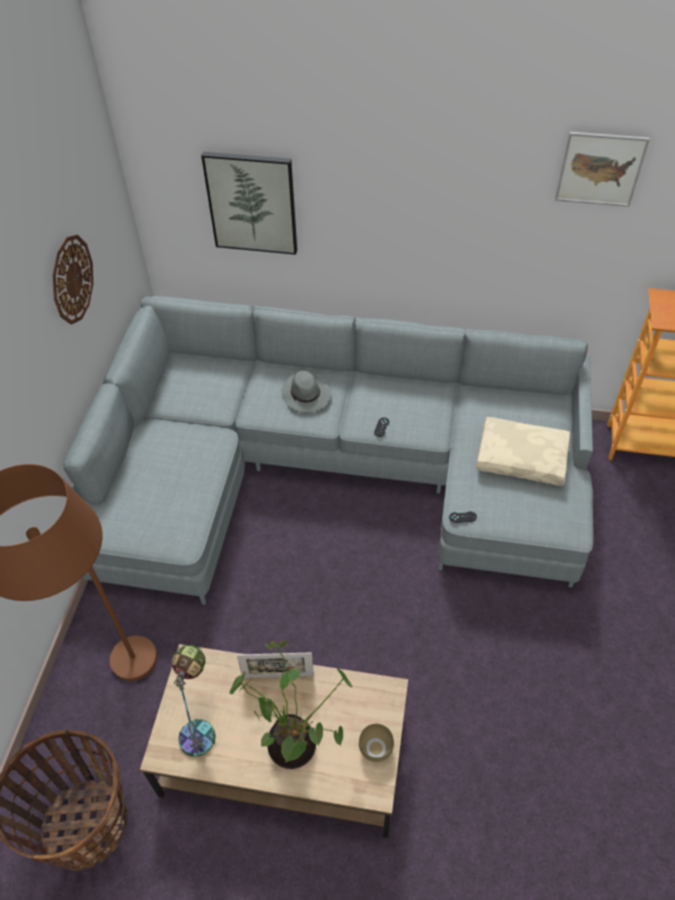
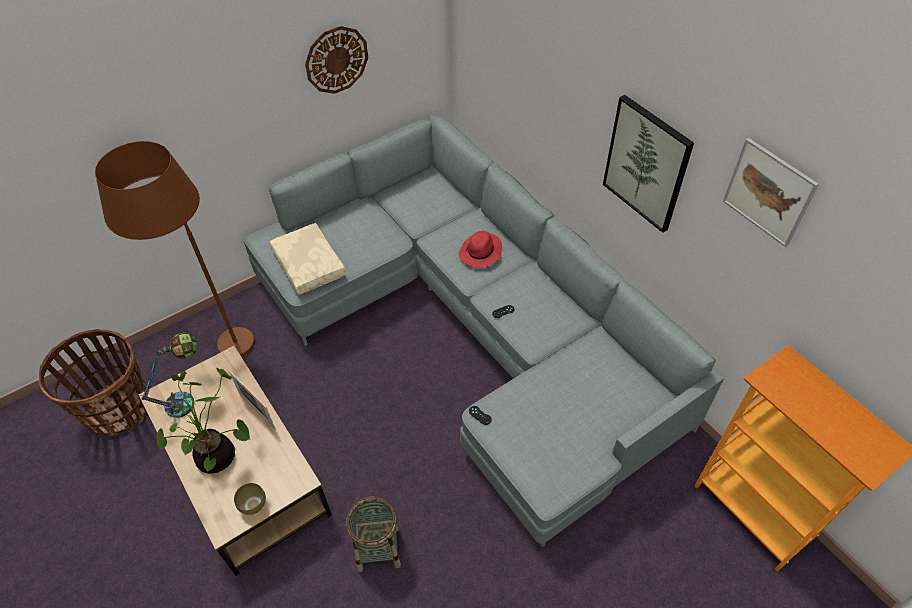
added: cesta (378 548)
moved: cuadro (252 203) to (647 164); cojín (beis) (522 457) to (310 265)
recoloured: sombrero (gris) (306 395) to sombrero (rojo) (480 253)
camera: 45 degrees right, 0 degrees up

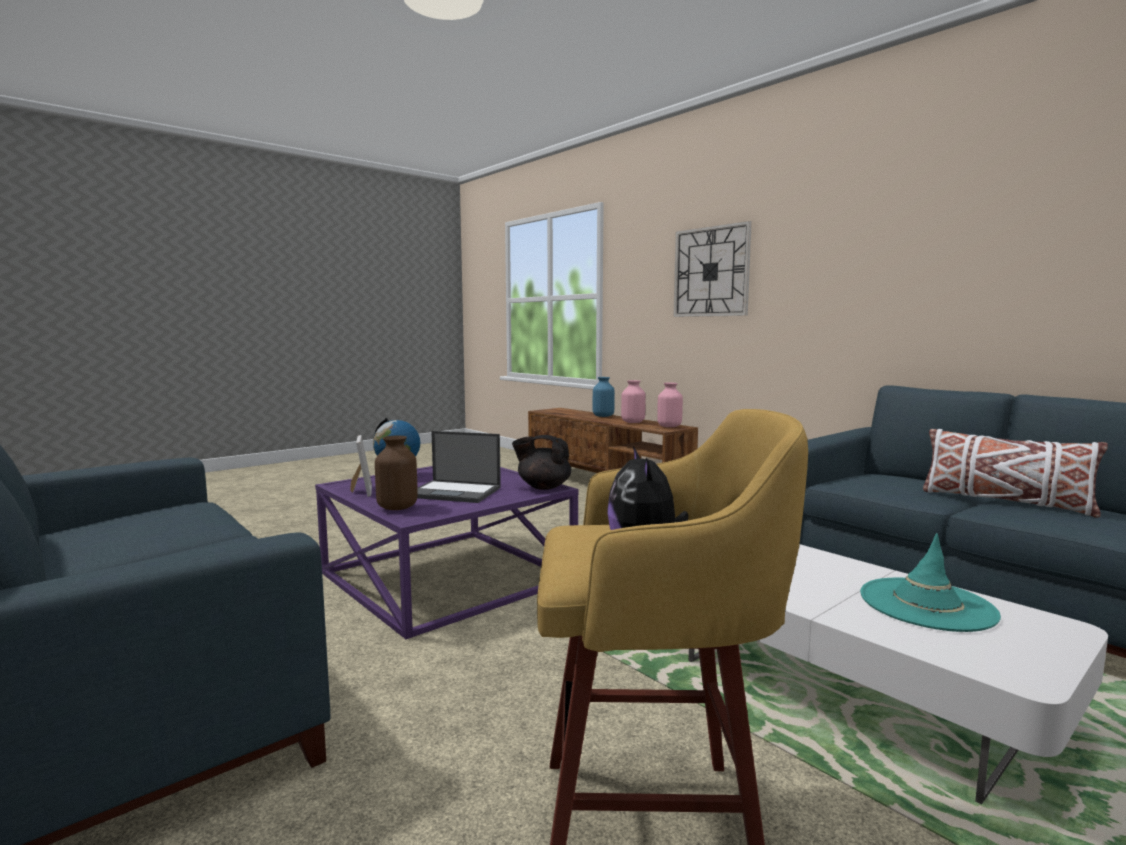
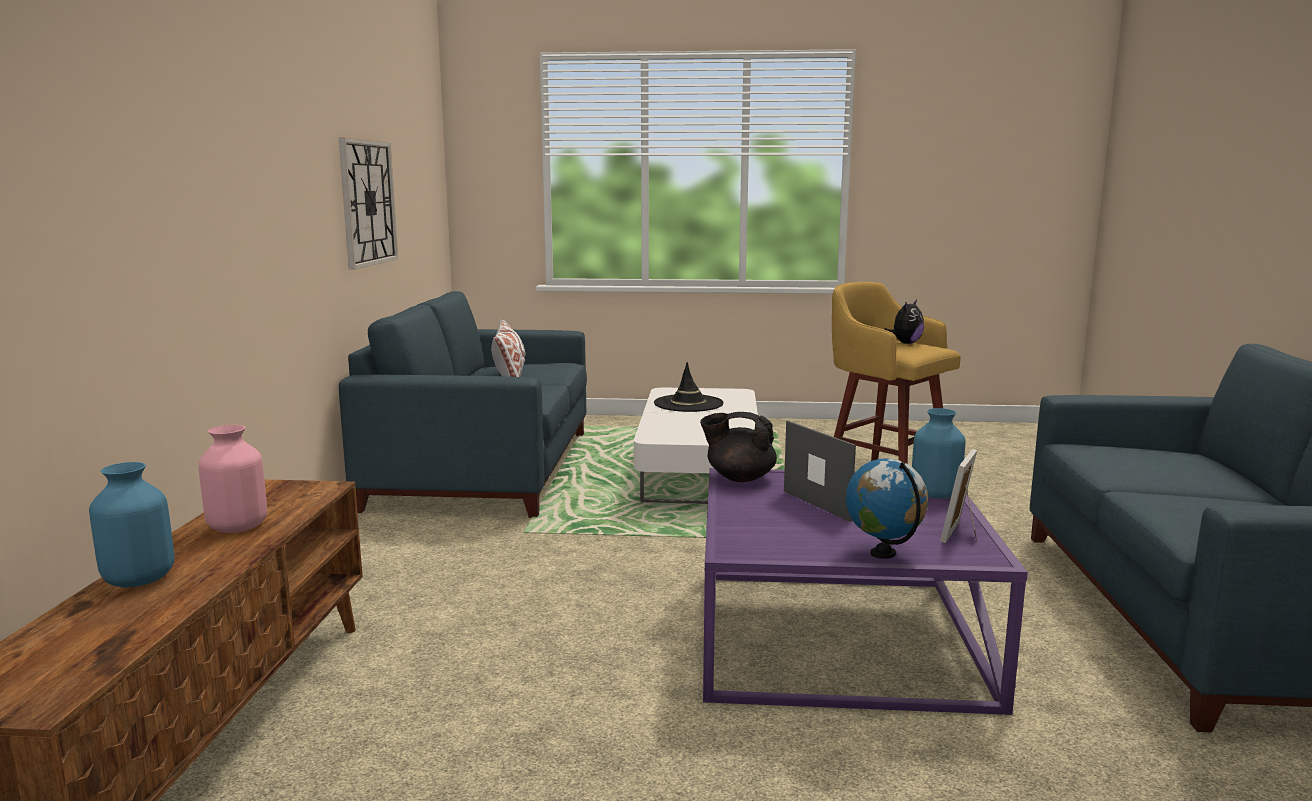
removed: florero (rosa) (669 426)
moved: reloj de pared (711 272) to (368 203)
recoloured: florero (marrón) (397 507) to florero (azul) (935 494); sombrero (turquesa) (926 604) to sombrero (negro) (688 404)
turned: tetera (negro) (543 487) = (739 478) 135 degrees clockwise
camera: 135 degrees left, 5 degrees up

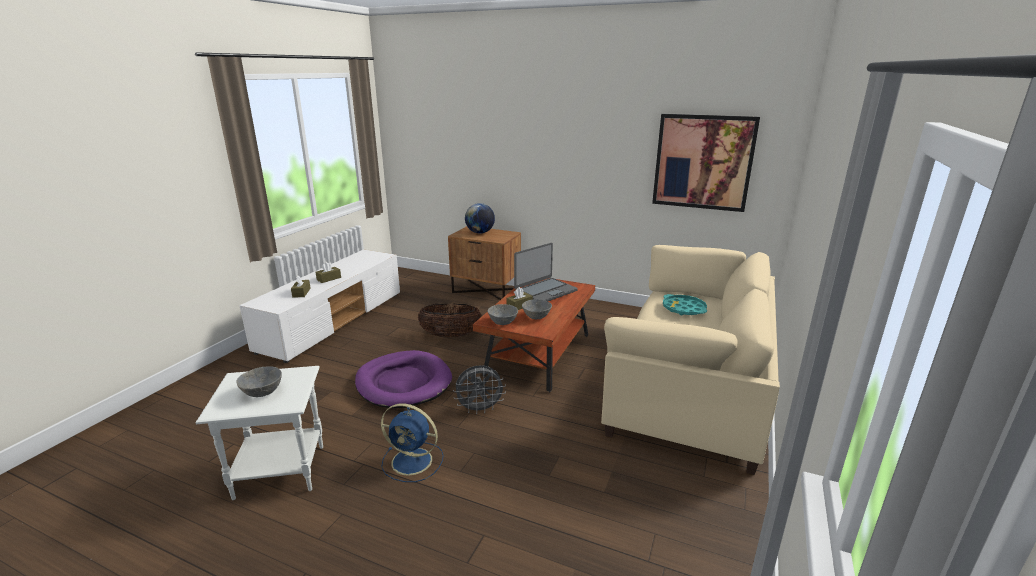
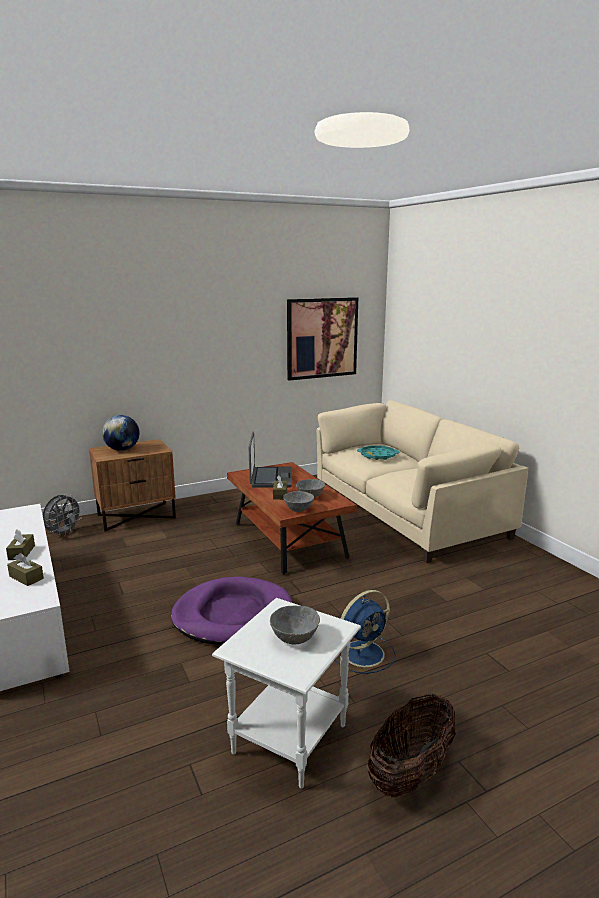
moved: cesta (450 335) to (411 773); ventilador (gris) (480 409) to (64 533)
camera: 50 degrees left, 5 degrees down

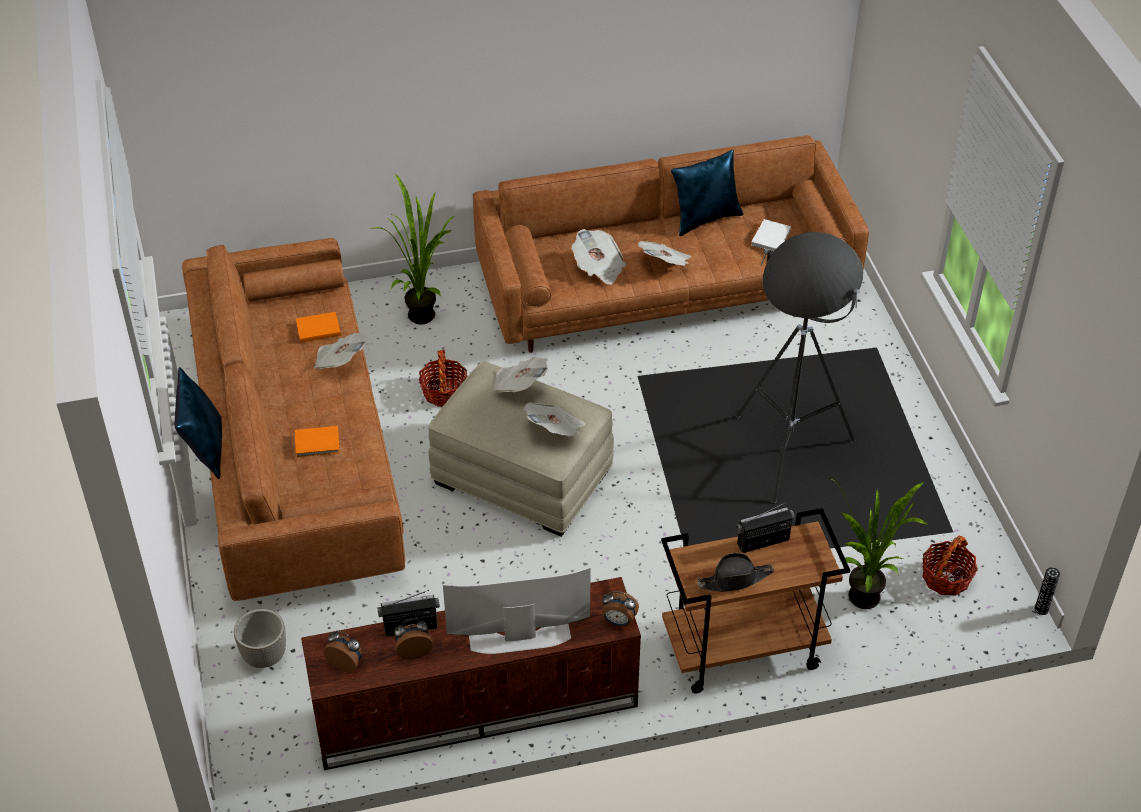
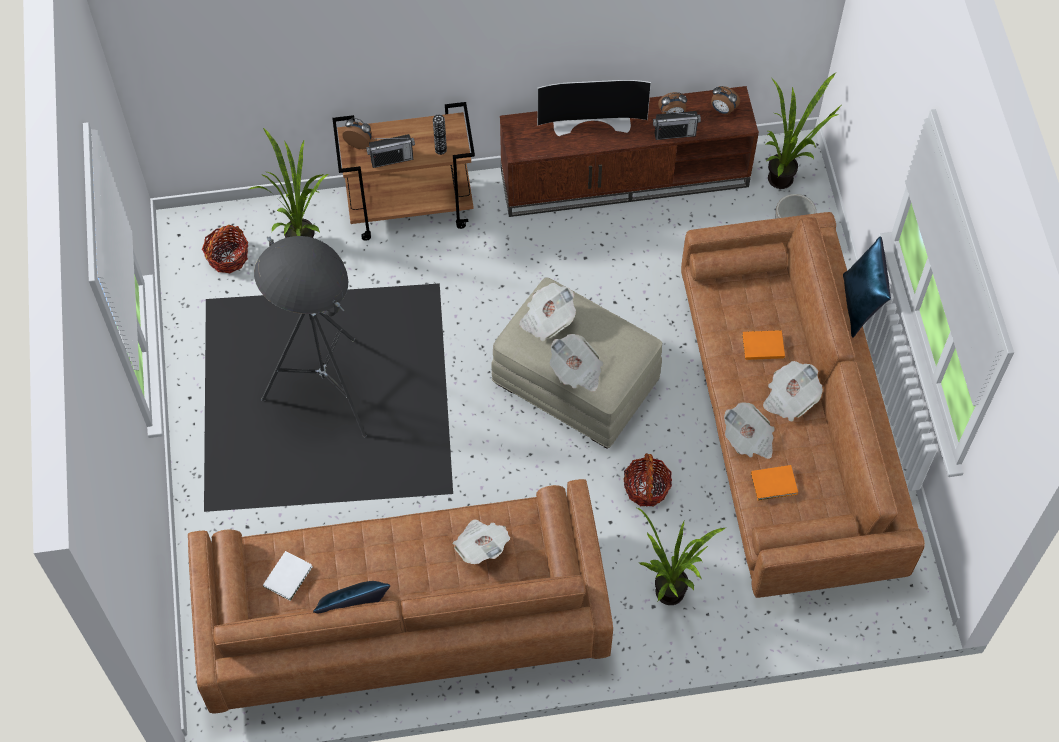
removed: sombrero (negro) (735 579)
added: planta en maceta (786 179)
moved: periódico (665 264) to (789 398); florero (1041 609) to (440 149); despertador (618 621) to (359 142)
camera: 175 degrees left, 15 degrees up

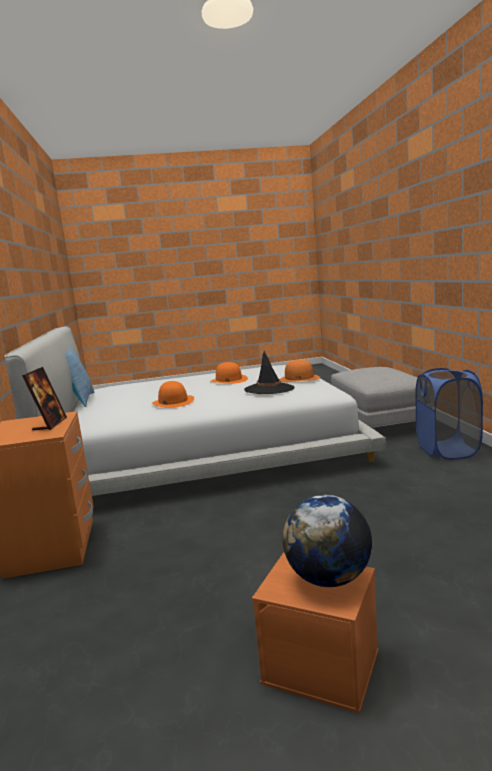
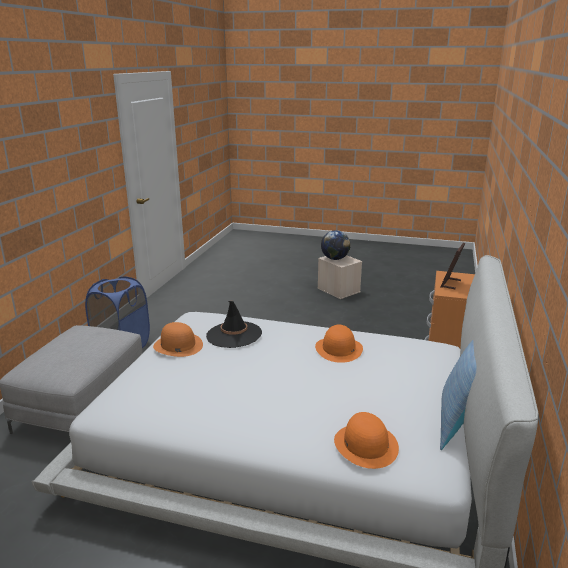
moved: sombrero (naranja) (228 380) to (366 445)
recoloured: caja de almacenaje (naranja) (322 666) to caja de almacenaje (beis) (338 290)
camera: 155 degrees left, 10 degrees up

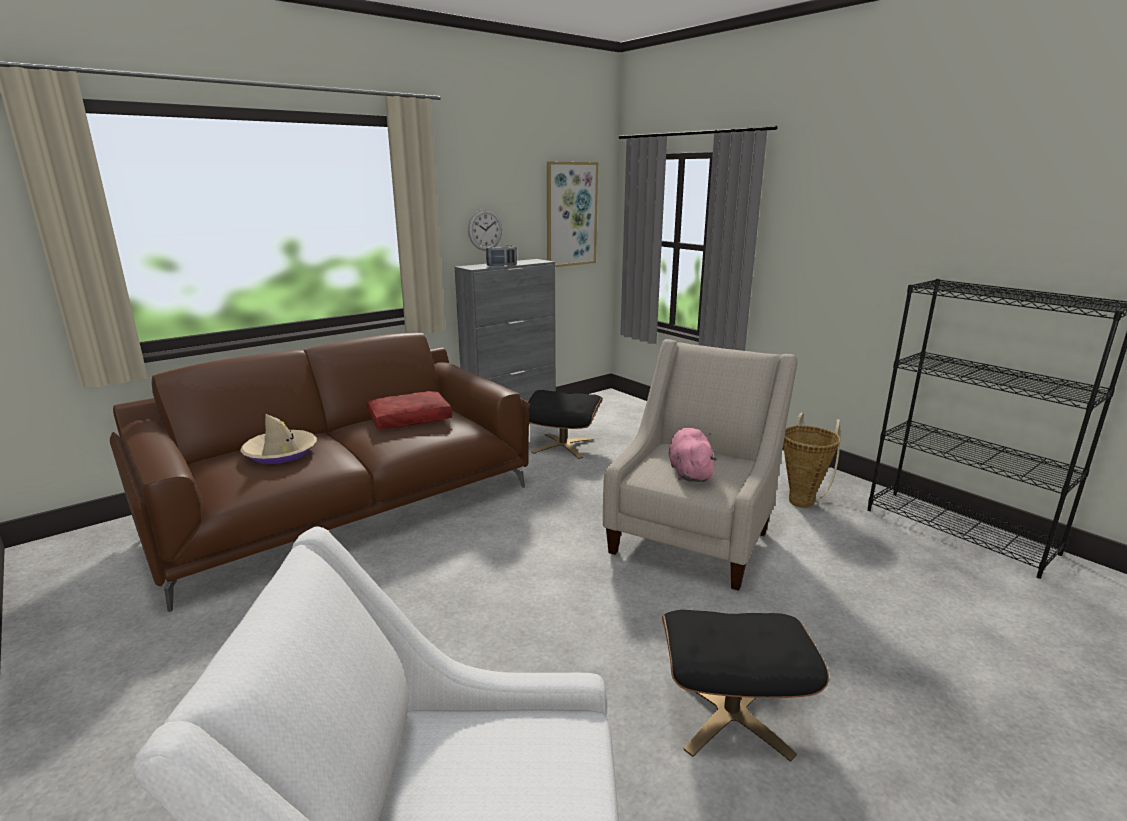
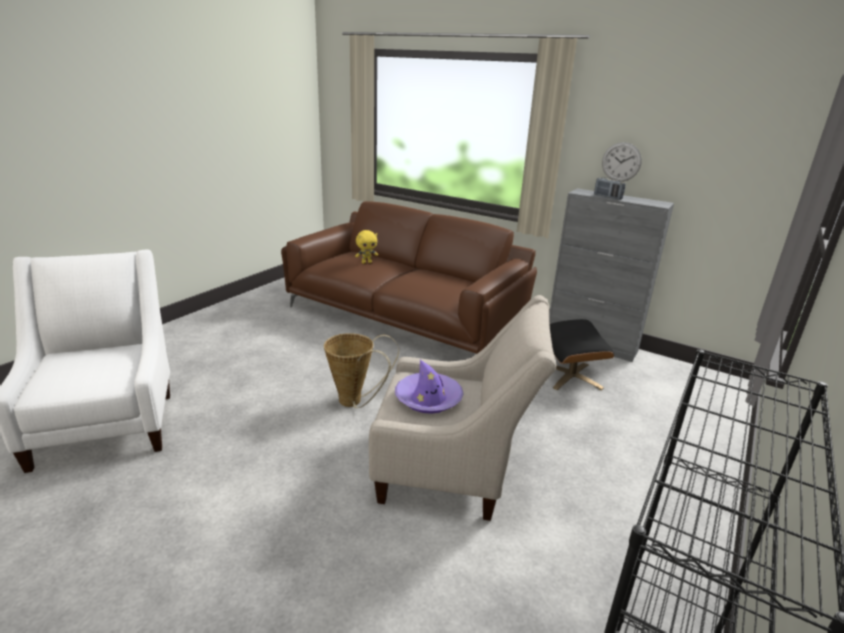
removed: cuadro (571 214); cojín (rojo) (409 420); puf (negro) (730 715)
moved: cesta (803 499) to (355 402)
replaced: sombrero (beis) (281 453) to peluche (amarillo) (366 262); peluche (rosa) (689 472) to sombrero (morado) (428 399)
camera: 70 degrees right, 5 degrees up

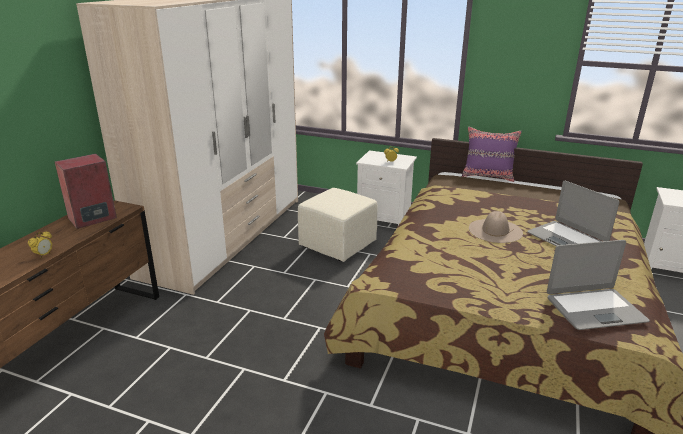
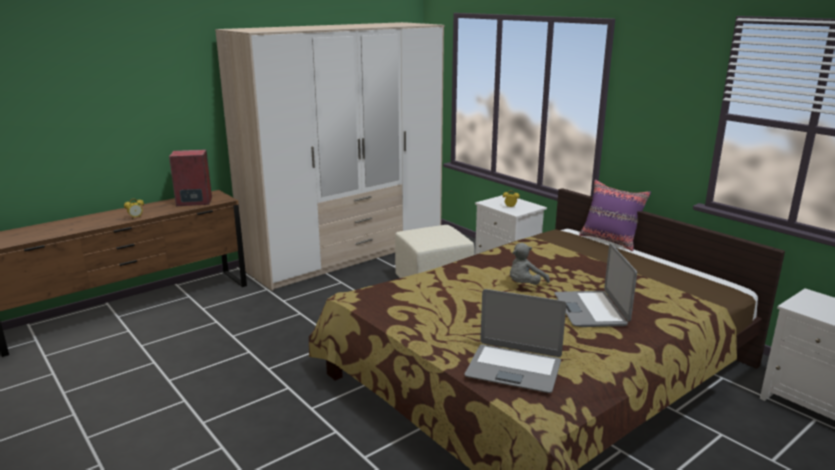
replaced: sombrero (beis) (495 230) to peluche (gris) (525 285)
camera: 30 degrees right, 5 degrees down

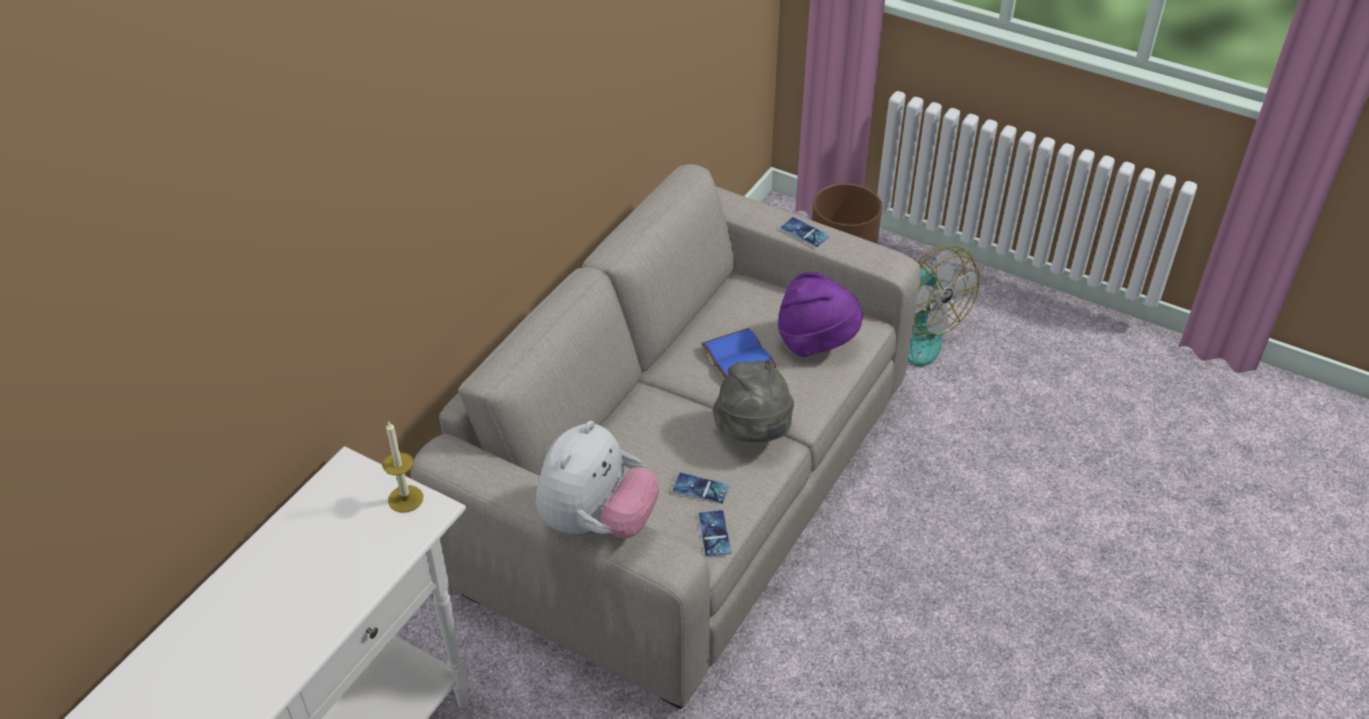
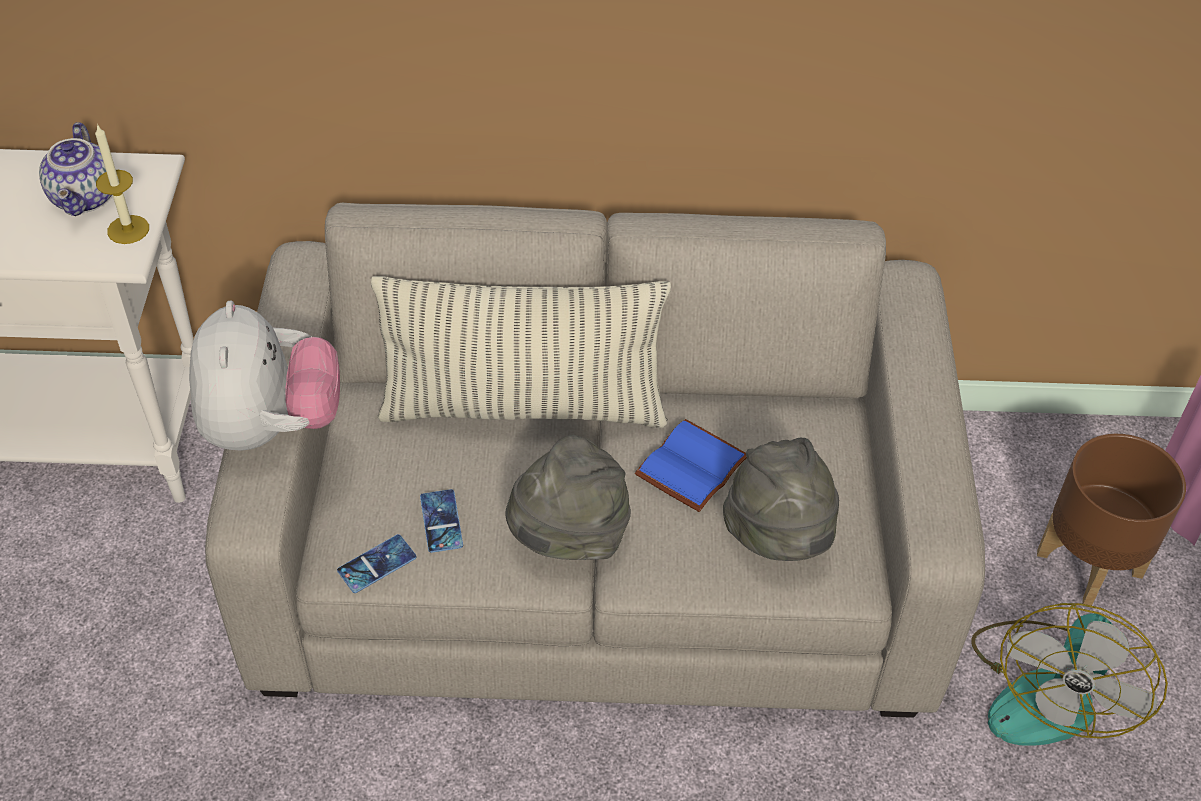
removed: móvil (804 232)
added: tetera (86 198); cojín (523 407)
recoloured: sombrero (morado) (816 342) to sombrero (gris) (779 538)
turned: peluche (597 522) = (271 427) 90 degrees counterclockwise
camera: 60 degrees right, 5 degrees up

